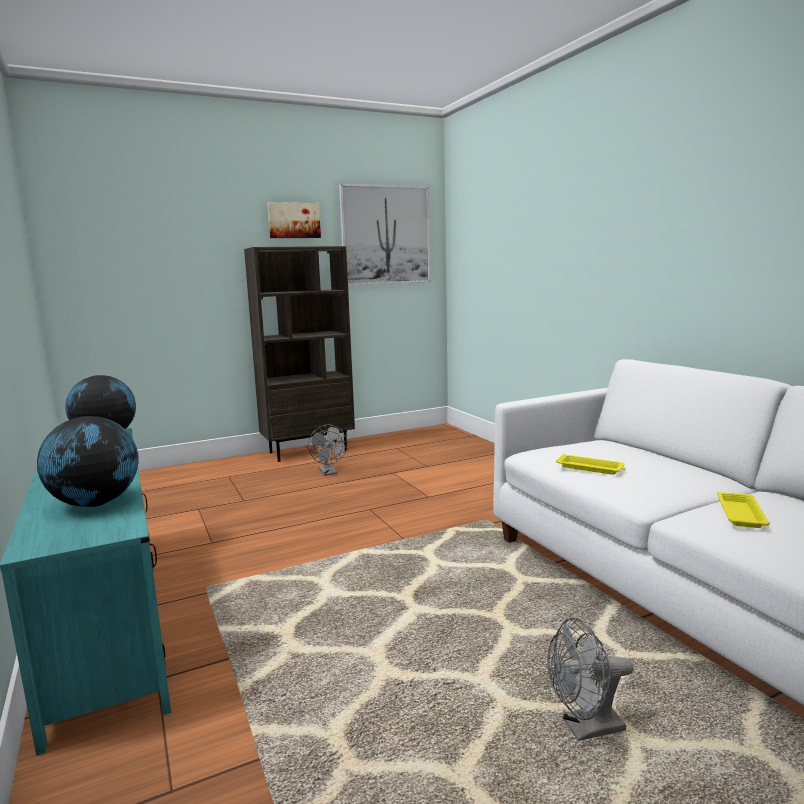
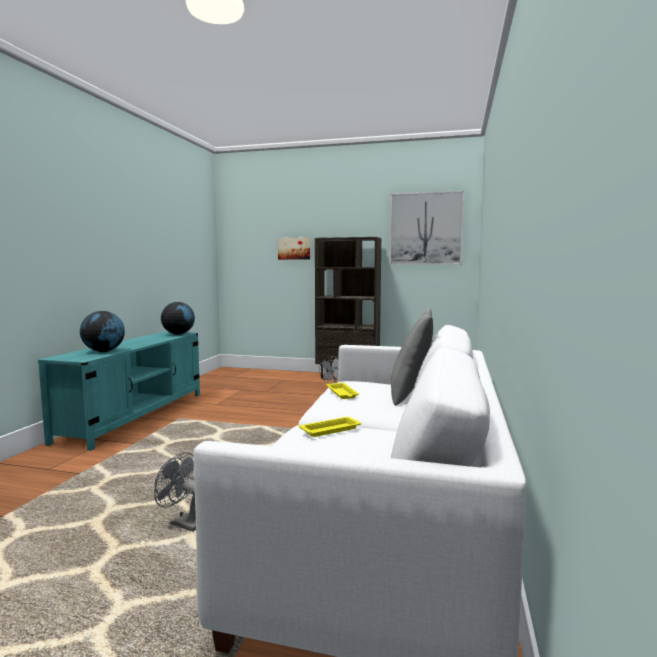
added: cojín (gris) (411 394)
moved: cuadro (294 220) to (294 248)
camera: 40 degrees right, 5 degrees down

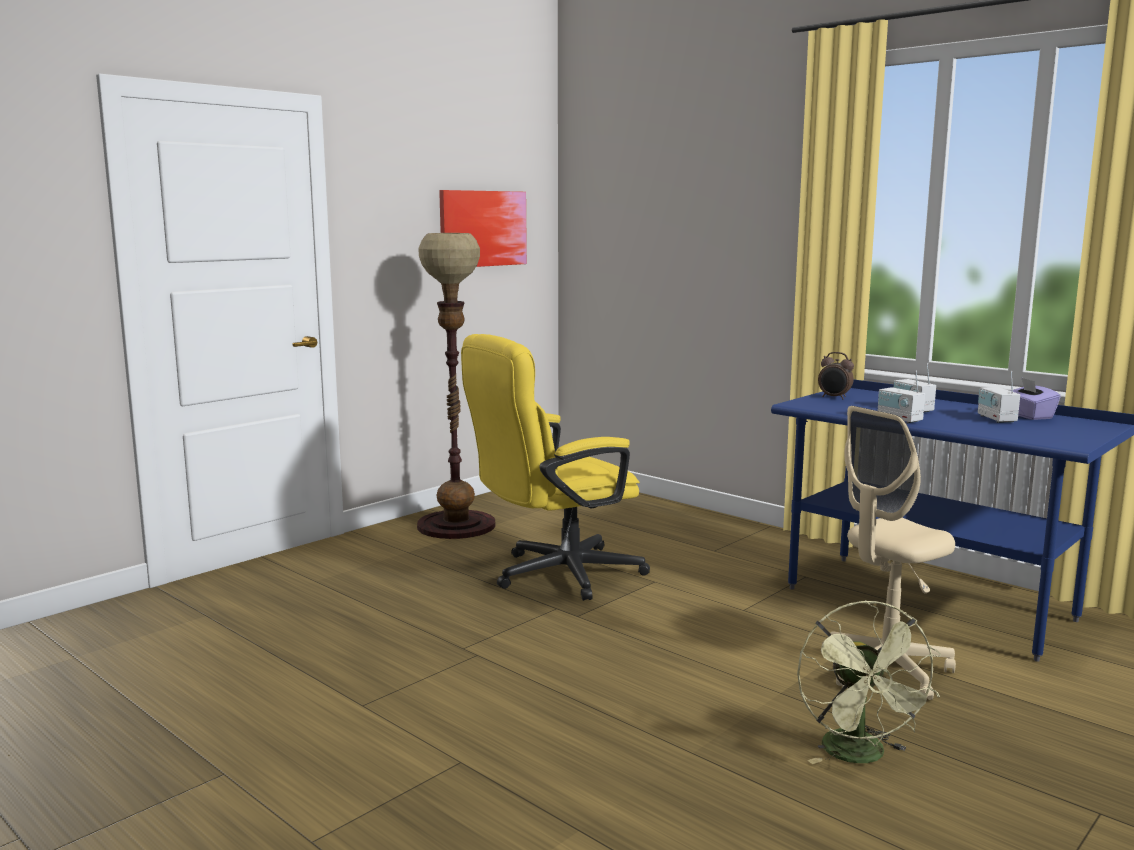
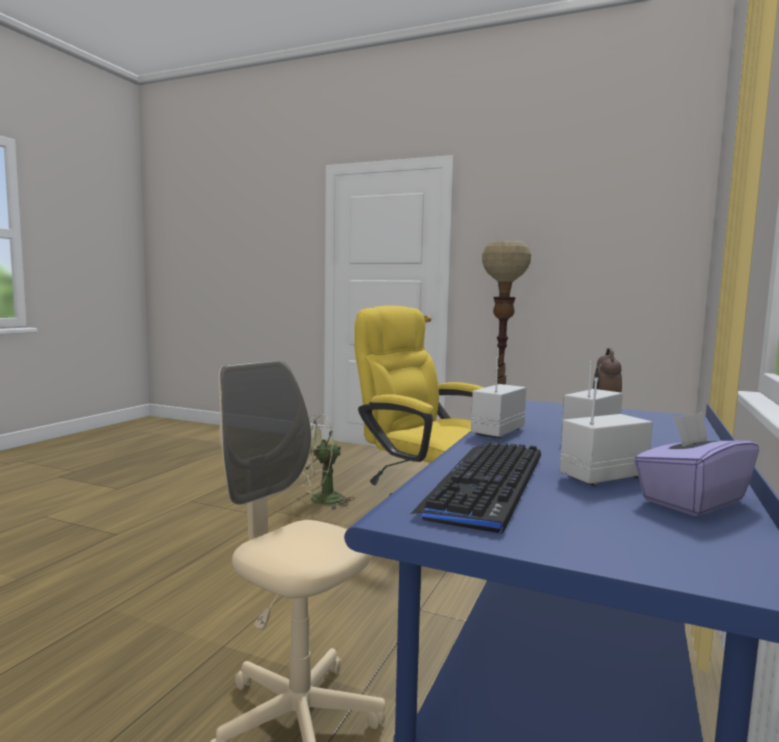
removed: cuadro (483 228)
added: teclado (486 484)
moved: ventilador (verde) (861 756) to (320 501)
camera: 70 degrees right, 5 degrees down

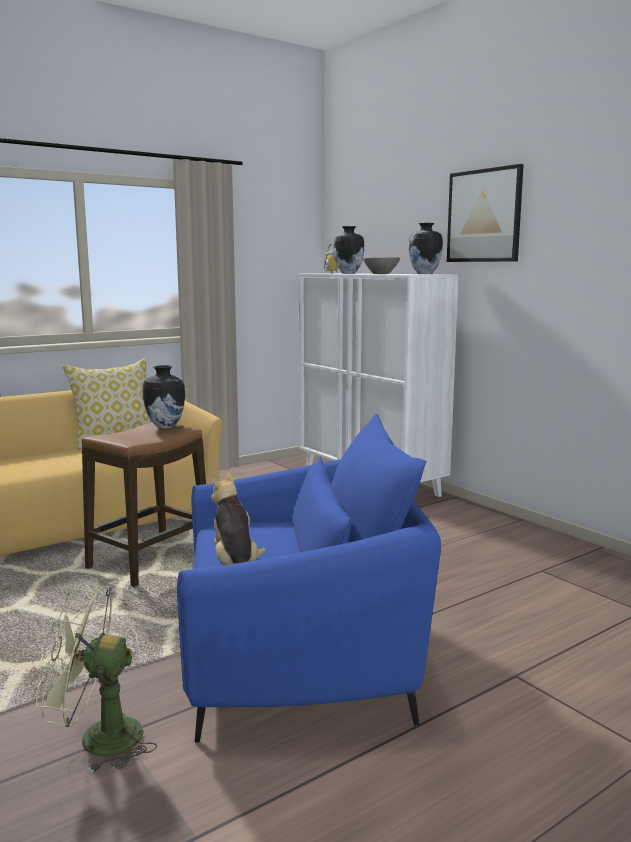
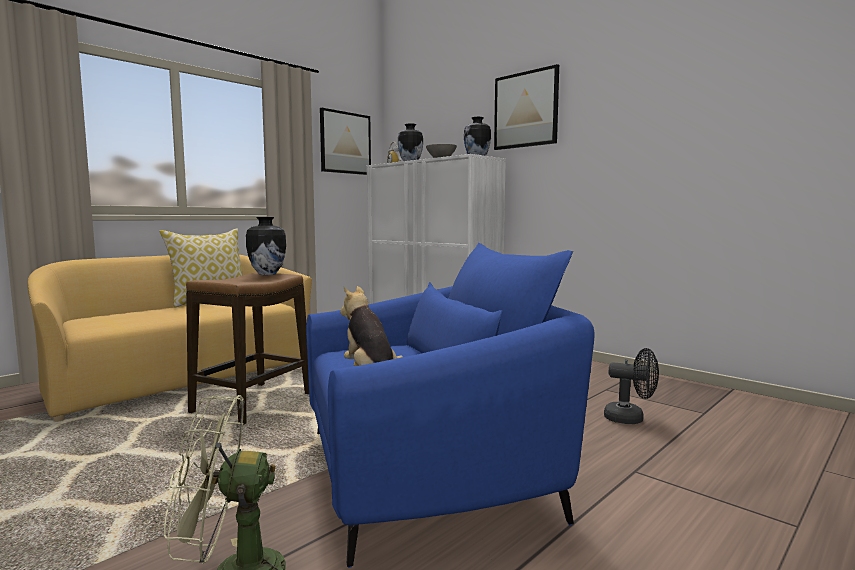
added: cuadro (345 143); ventilador (negro) (630 418)
camera: 10 degrees left, 5 degrees down

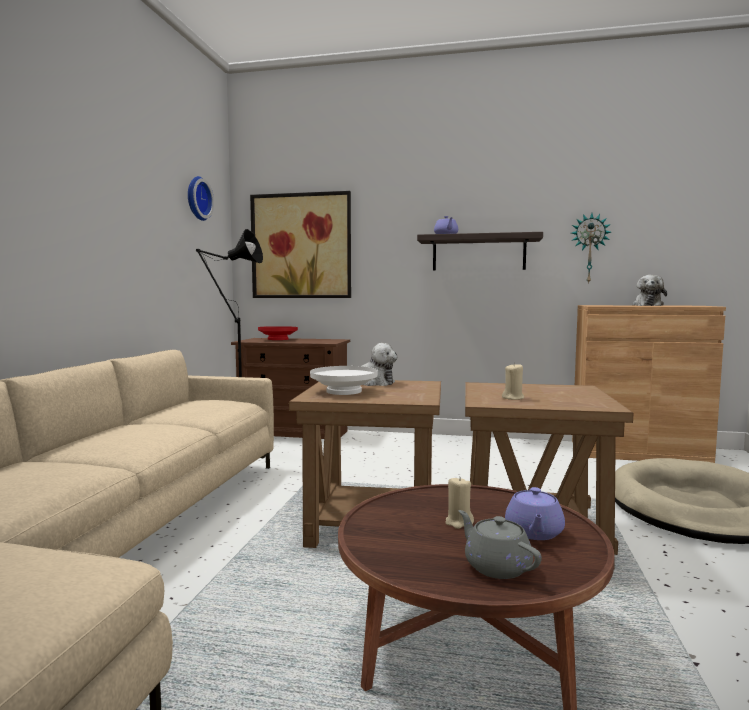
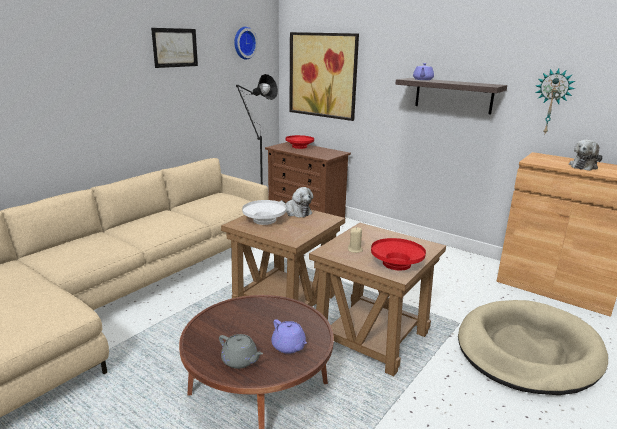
removed: vela (beis) (459 522)
added: cuadro (175 47); cuenco (rojo) (396 264)
turned: tetera (morado) (534 532) = (289 346) 75 degrees counterclockwise; tetera (gris) (496 566) = (240 361) 135 degrees clockwise
camera: 25 degrees right, 15 degrees up

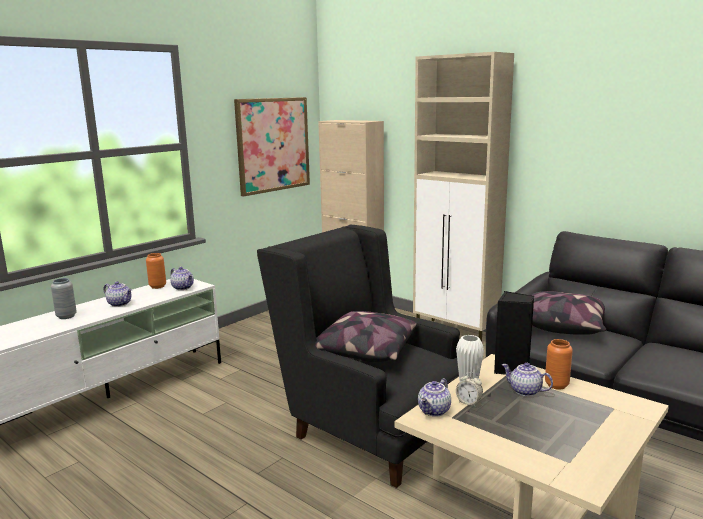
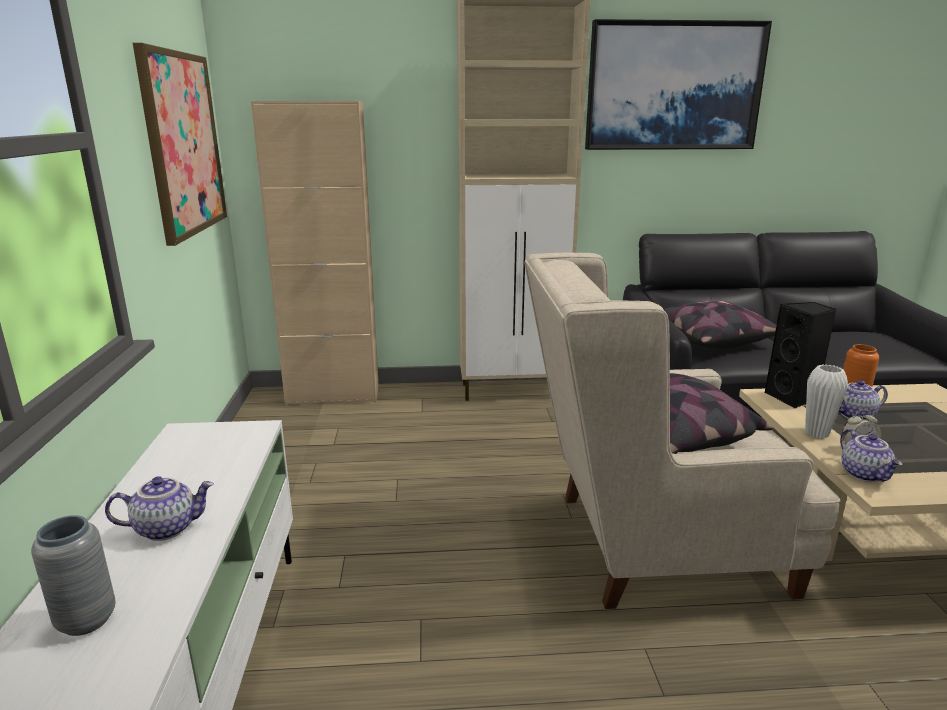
removed: florero (naranja) (157 286); tetera (183 287)
added: cuadro (673 87)
recoloured: sillón (negro) (370 428) to sillón (beis) (649 544)
camera: 45 degrees left, 5 degrees up

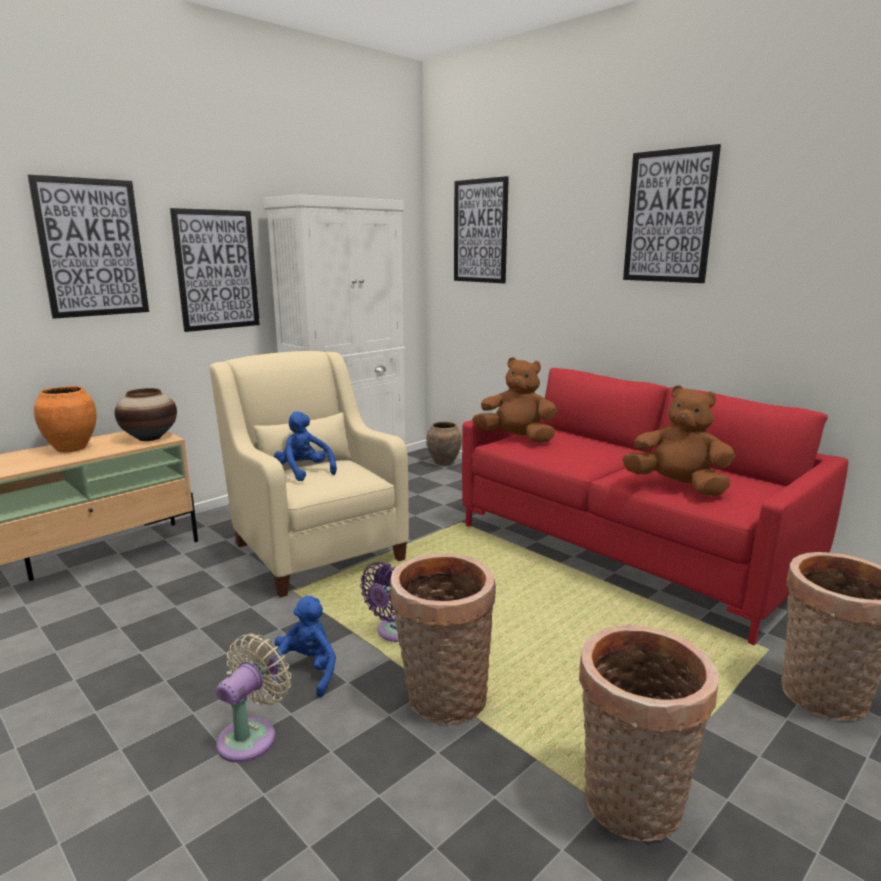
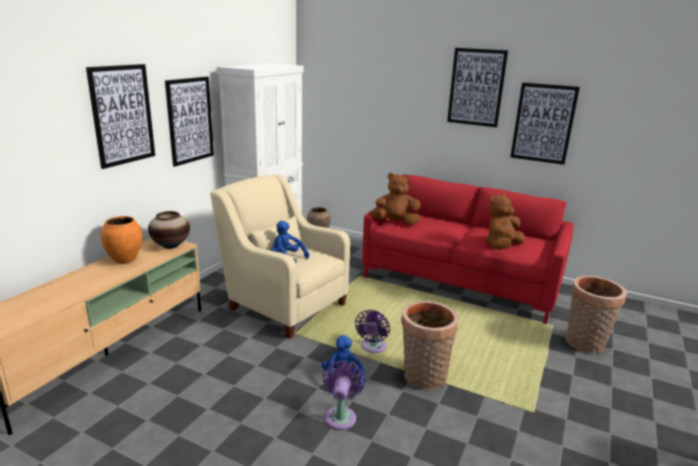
removed: cesta (632 807)
moved: cuadro (480 231) to (543 123)
recoloured: ventilador (beis) (251 736) to ventilador (morado) (341 416)
turned: peluche (marrón) (677 486) = (502 246) 60 degrees counterclockwise
camera: 20 degrees left, 5 degrees up

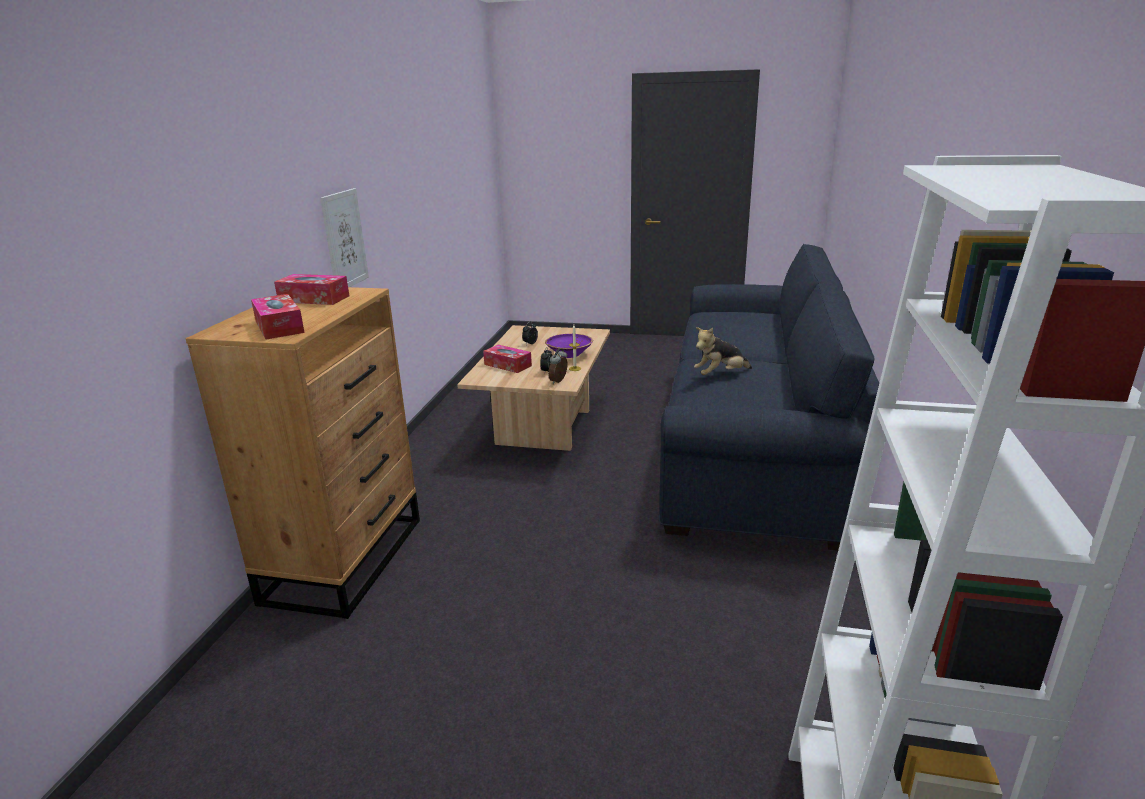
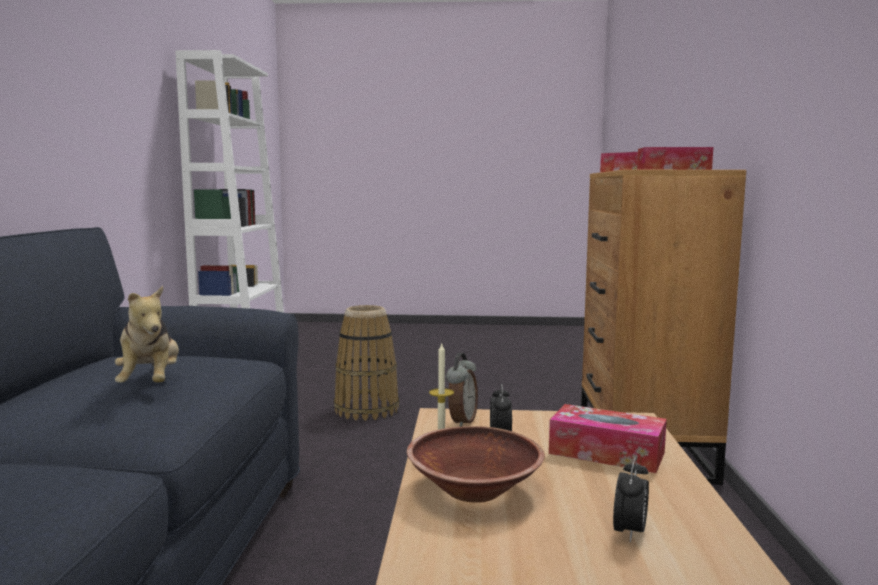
removed: cuadro (344 240)
added: cesta (367 409)
recoloured: cuenco (morado) (569 354) to cuenco (marrón) (474 490)
turned: peluche (720 375) = (151 384) 105 degrees clockwise
camera: 170 degrees right, 15 degrees down

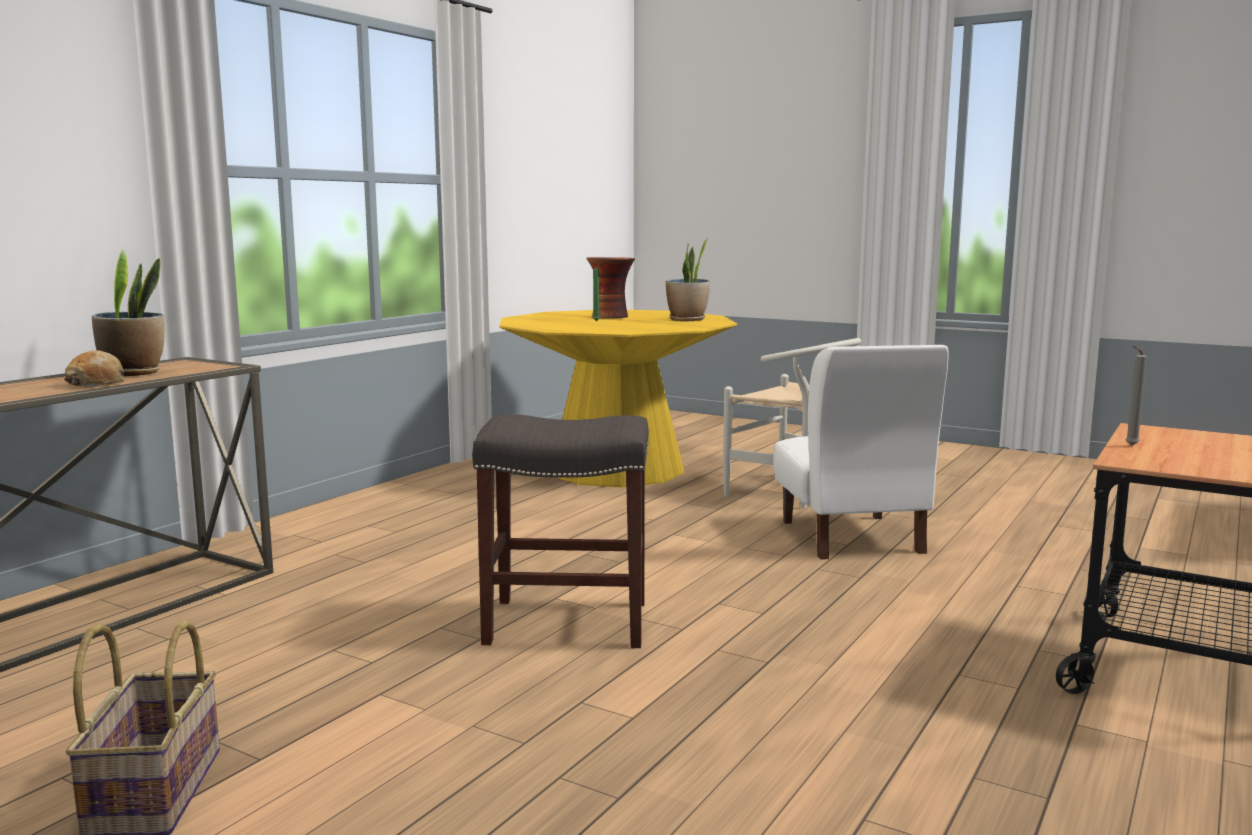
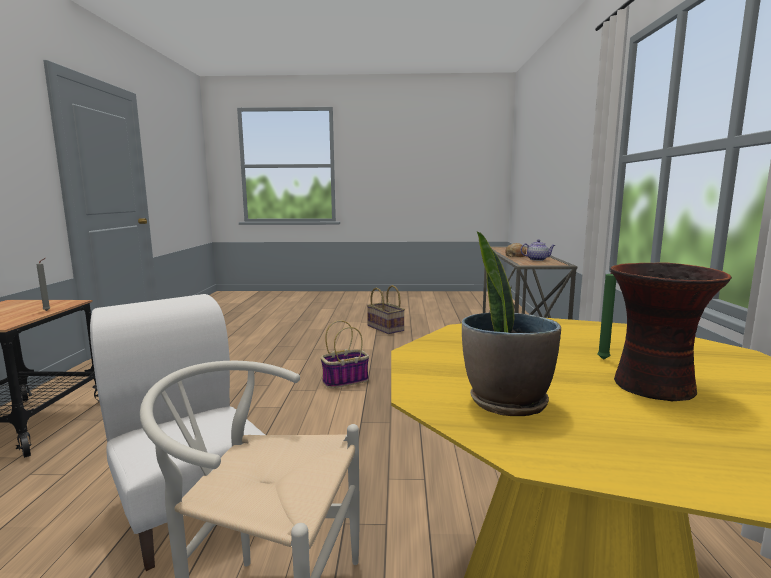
replaced: planta en maceta (133 373) to tetera (537 259); taburete (gris) (564 623) to cesta (345 380)
camera: 150 degrees right, 0 degrees up

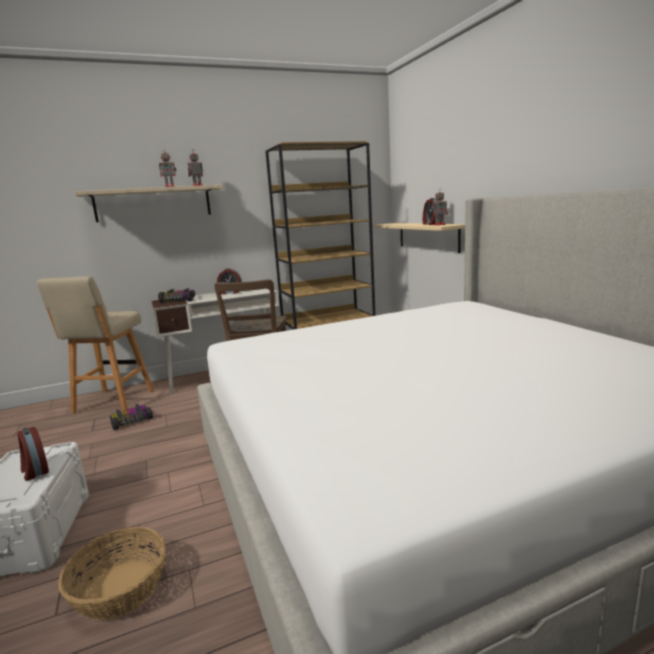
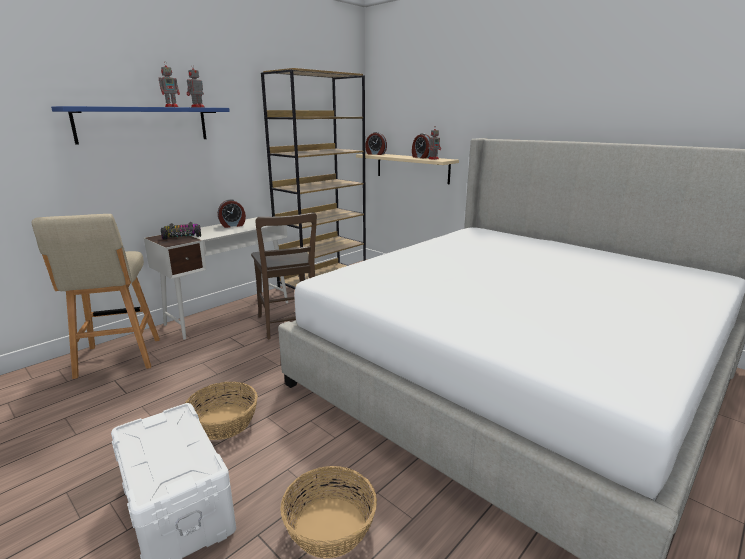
removed: coche de juguete (131 421)
added: cesta (223 422)
moved: despertador (34 471) to (375 154)
recoloured: estante (beis) (153 203) to estante (azul) (144 124)
camera: 25 degrees left, 5 degrees up

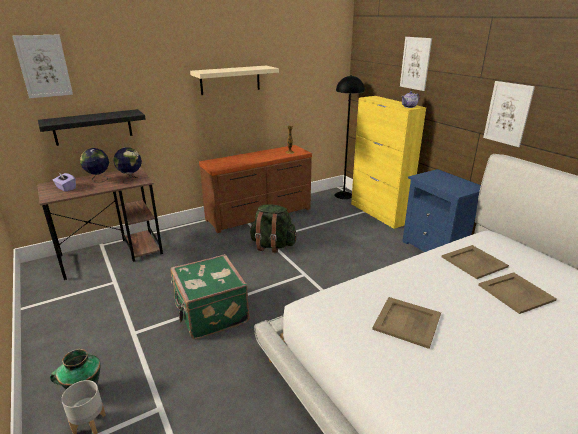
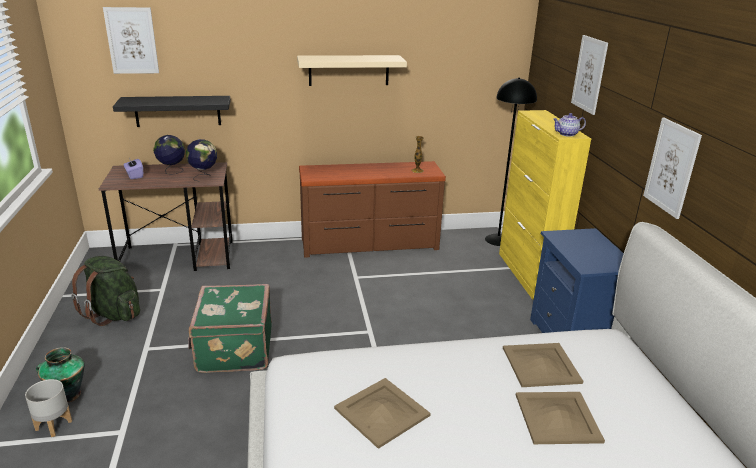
moved: mochila (verde) (272 245) to (114 314)
camera: 20 degrees right, 0 degrees up

